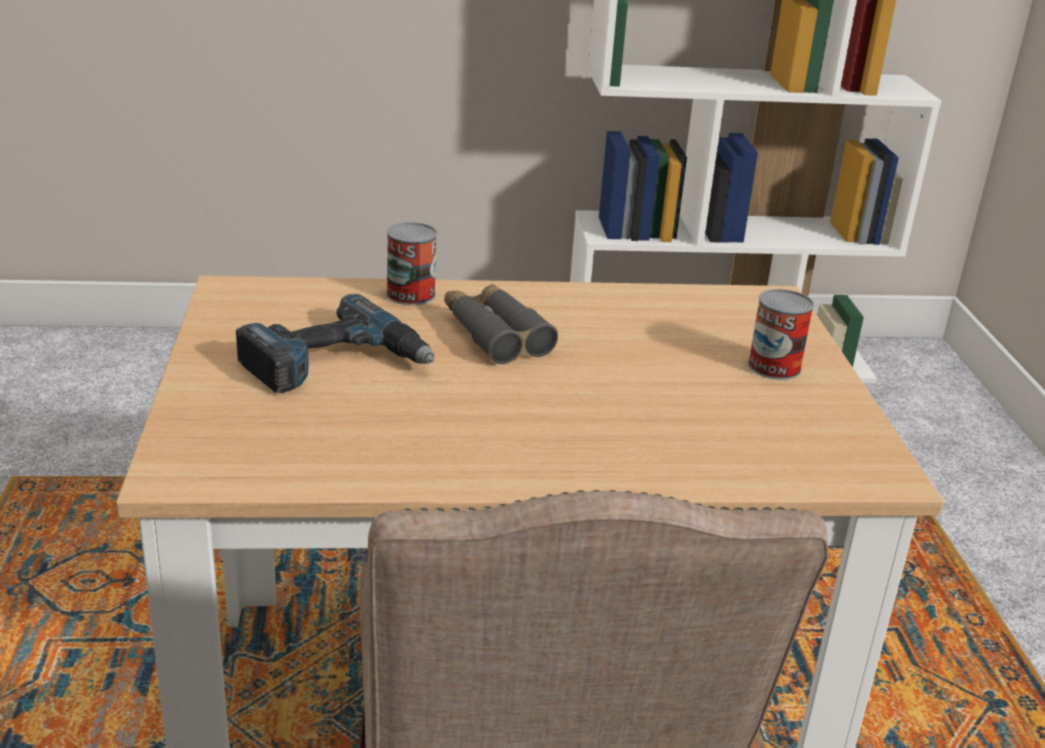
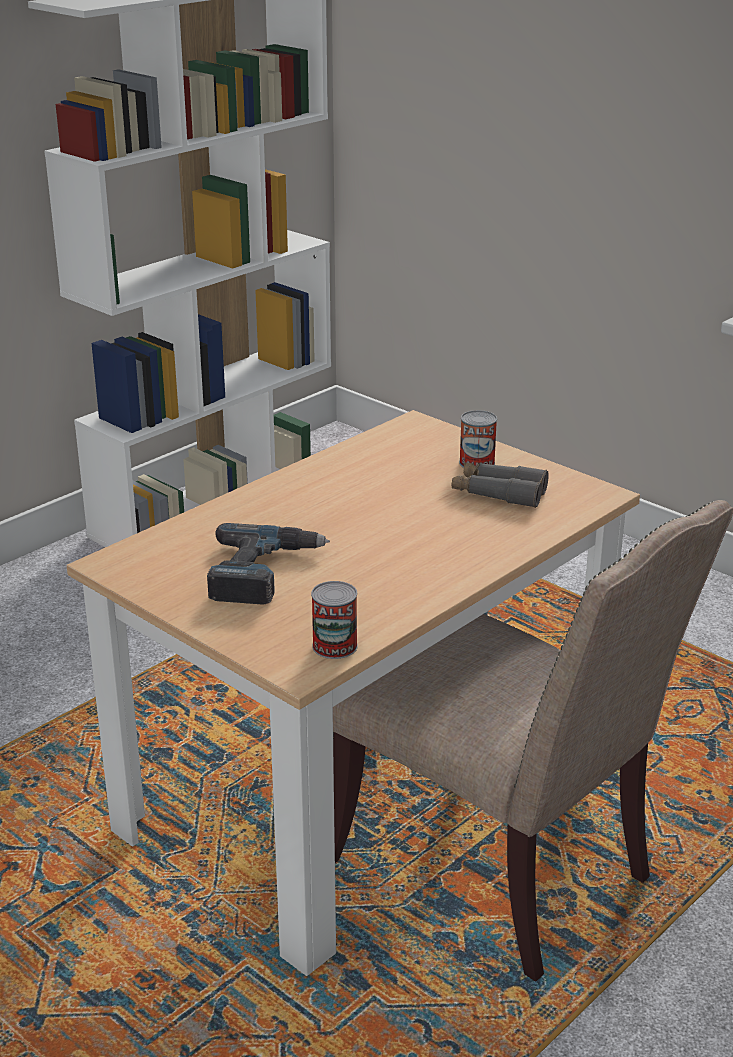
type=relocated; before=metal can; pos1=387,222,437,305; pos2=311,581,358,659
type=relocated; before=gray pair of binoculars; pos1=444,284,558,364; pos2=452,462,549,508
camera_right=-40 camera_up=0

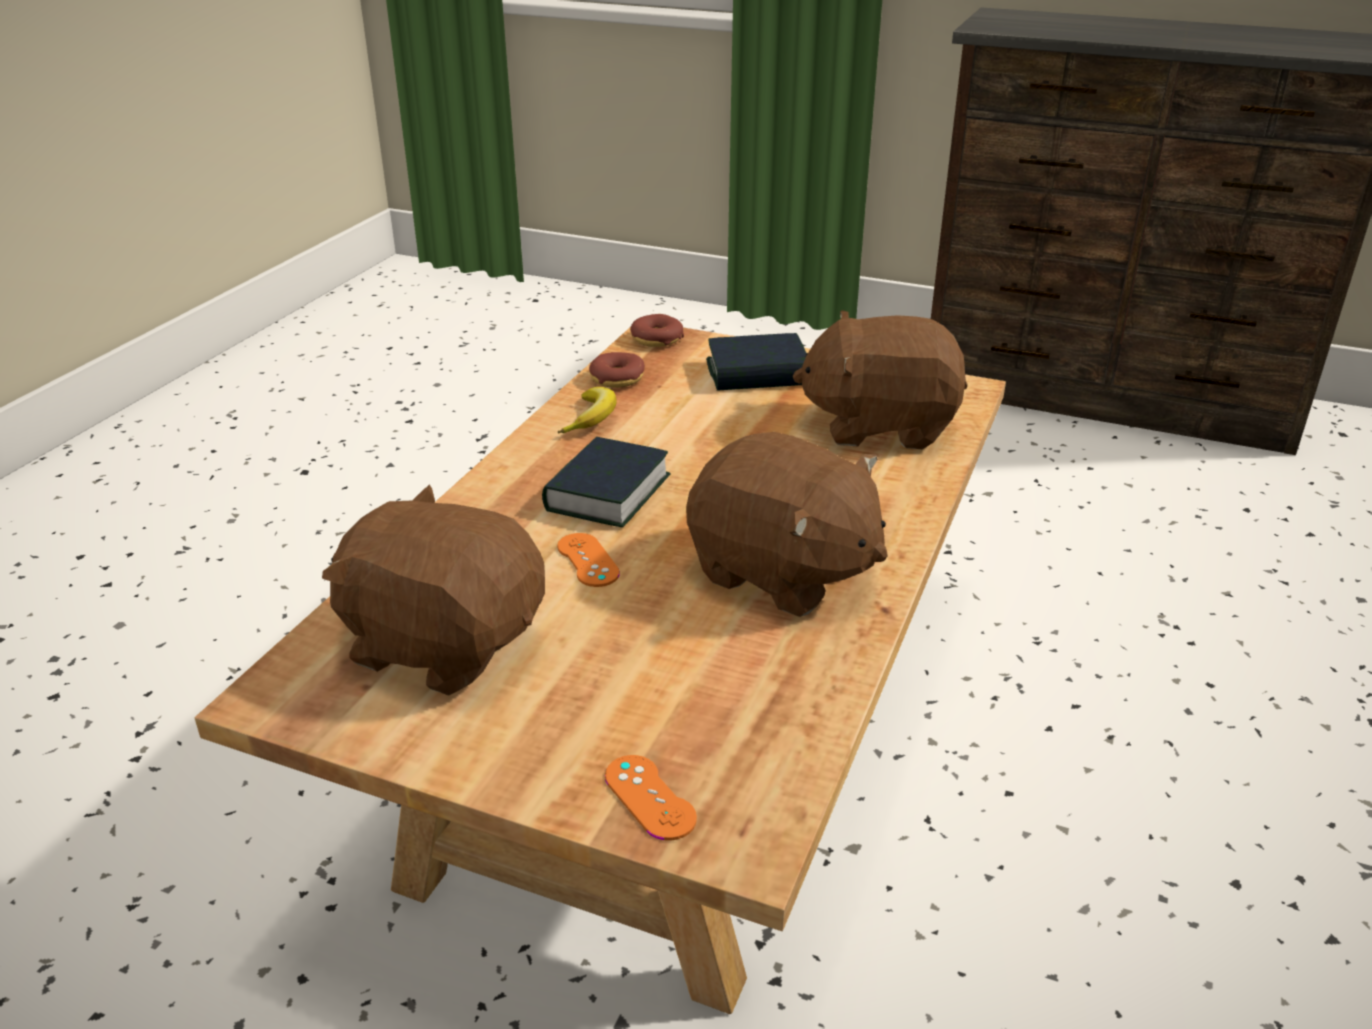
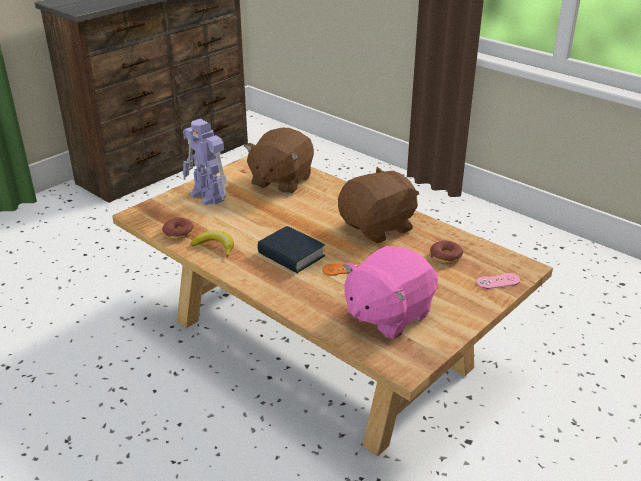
type=relocated; before=donut; pos1=630,314,684,347; pos2=430,240,463,263
type=exchanged; before=bound book; after=toy robot; pos1=706,333,807,391; pos2=183,119,229,205
type=colour; before=brown-coloured cuddly toy; after=pink-coloured cuddly toy; pos1=322,485,545,696; pos2=343,246,438,339
type=colour; before=orange joypad; after=pink-coloured joypad; pos1=605,755,697,841; pos2=476,273,520,289
camera_right=-70 camera_up=0

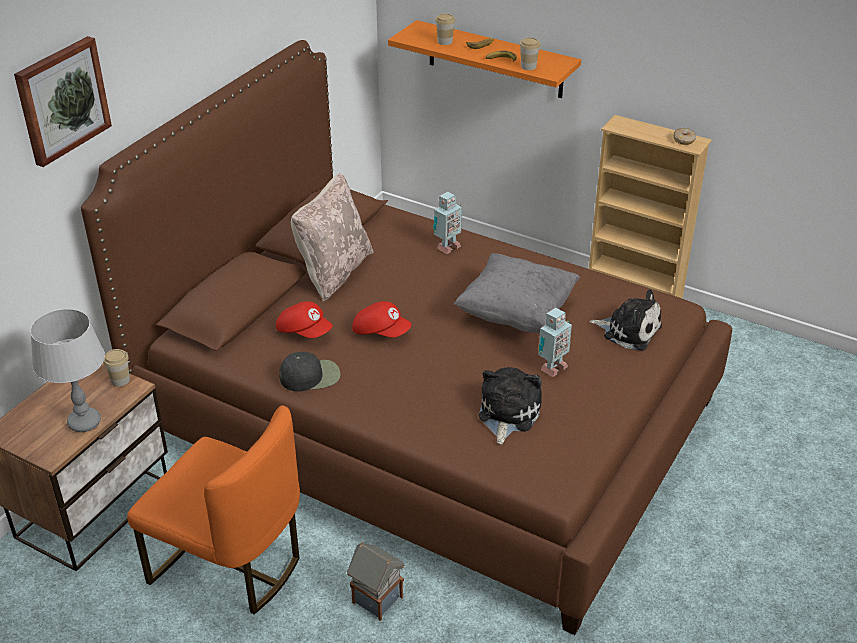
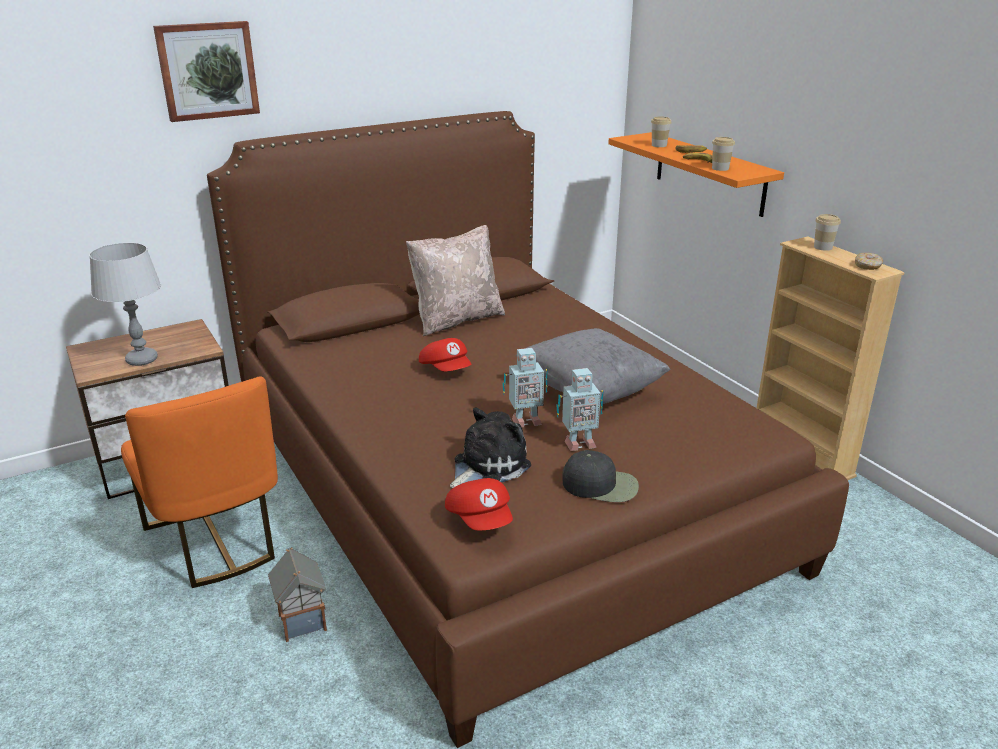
type=missing; before=cuddly toy; pos1=589,289,662,350
type=relocated; before=cup; pos1=103,349,130,386; pos2=814,214,841,251
type=relocated; before=red-coloured cap; pos1=276,301,332,338; pos2=445,478,513,530
type=relocated; before=blackish cap; pos1=279,352,341,392; pos2=562,450,639,502
type=relocated; before=toy robot; pos1=433,192,462,254; pos2=503,348,548,427
camera_right=30 camera_up=-10

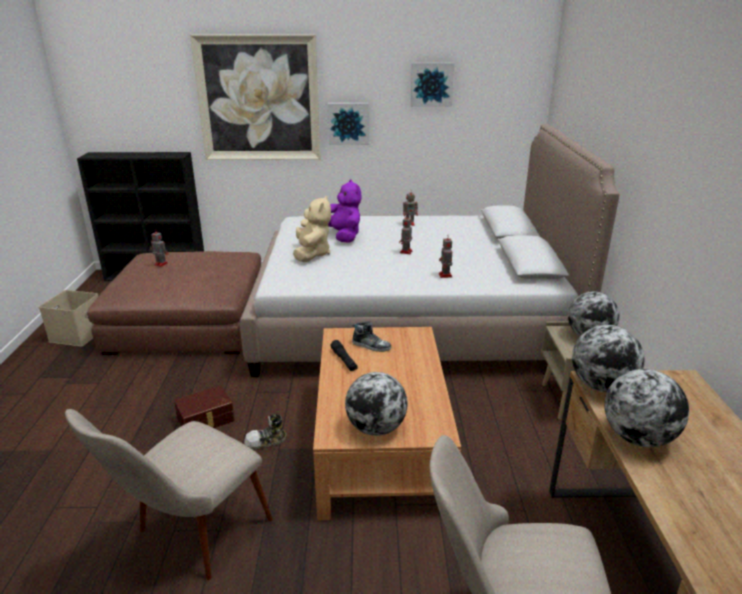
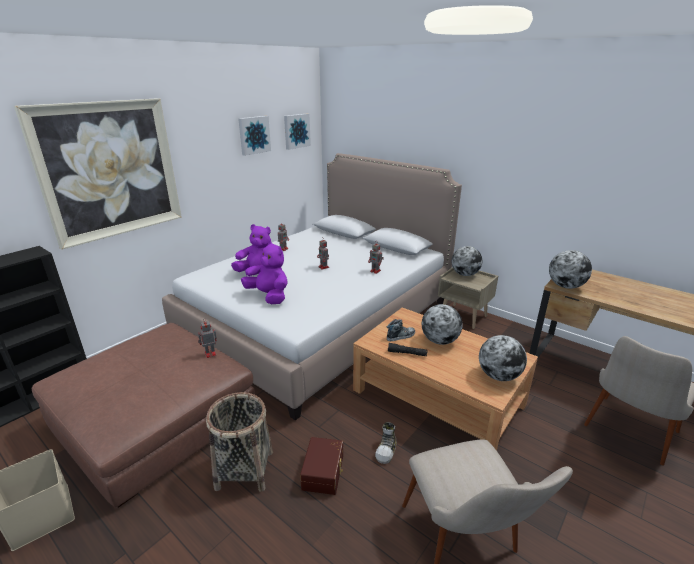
type=appeared; after=household basket; pos2=206,392,273,492
type=relocated; before=toy robot; pos1=150,230,168,267; pos2=198,320,217,358
type=relocated; before=picture; pos1=328,103,369,145; pos2=284,114,311,150
type=relocated; before=globe; pos1=604,369,689,447; pos2=422,304,463,345
type=colour; before=sand-coloured cuddly toy; after=purple cuddly toy; pos1=293,196,331,262; pos2=241,241,288,304
camera_right=-50 camera_up=0

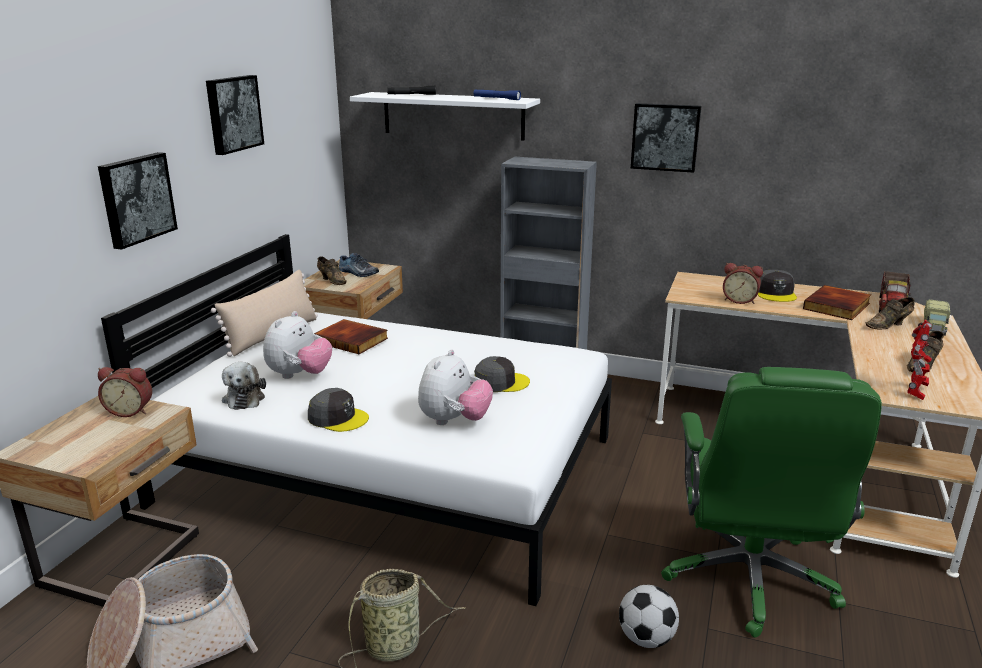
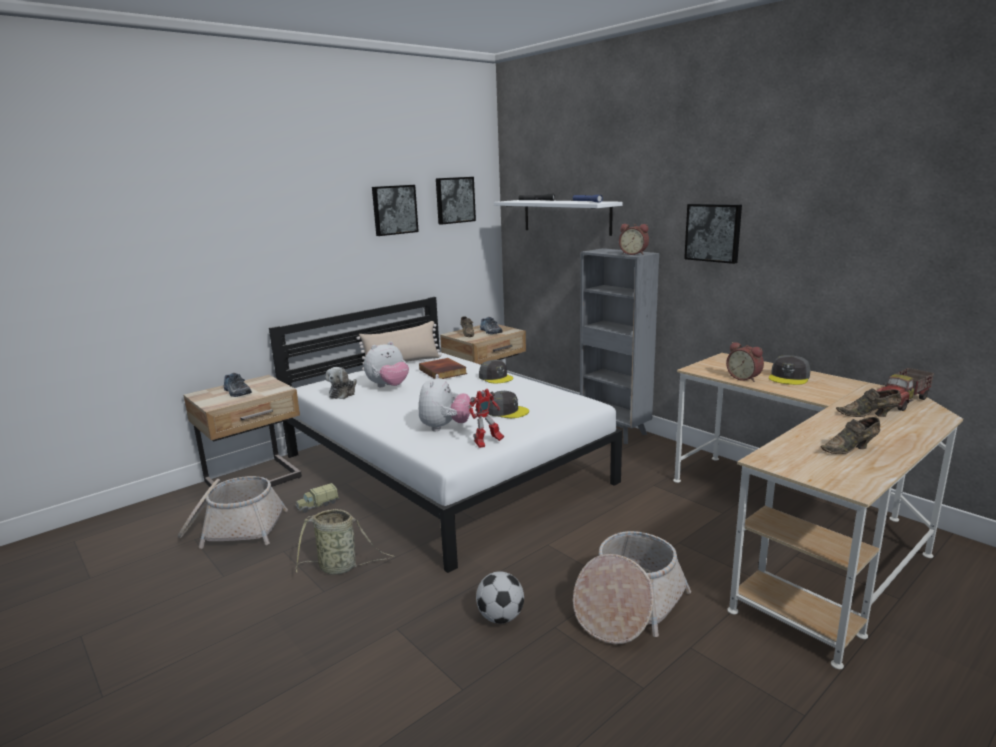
type=missing; before=bound book; pos1=803,285,871,320
type=appeared; after=shoe; pos2=223,373,252,397
type=relocated; before=picture; pos1=98,152,178,250; pos2=436,177,476,225
type=relocated; before=table clock; pos1=98,367,152,417; pos2=619,224,649,255
type=relocated; before=gray cap; pos1=308,388,369,432; pos2=479,360,513,383
type=relocated; before=toy robot; pos1=907,320,932,400; pos2=468,389,504,448
type=relocated; before=toy lorry; pos1=924,299,951,335; pos2=296,483,340,513
type=exchanged; before=green-coloured desk chair; after=household basket; pos1=661,367,882,638; pos2=573,531,691,644
type=spun; before=cuddly toy; pos1=418,349,493,425; pos2=418,374,471,431; turn=-45
camera_right=30 camera_up=-5

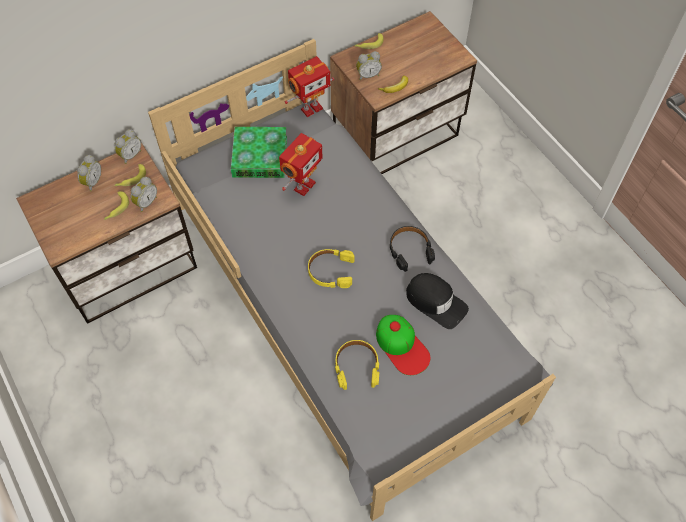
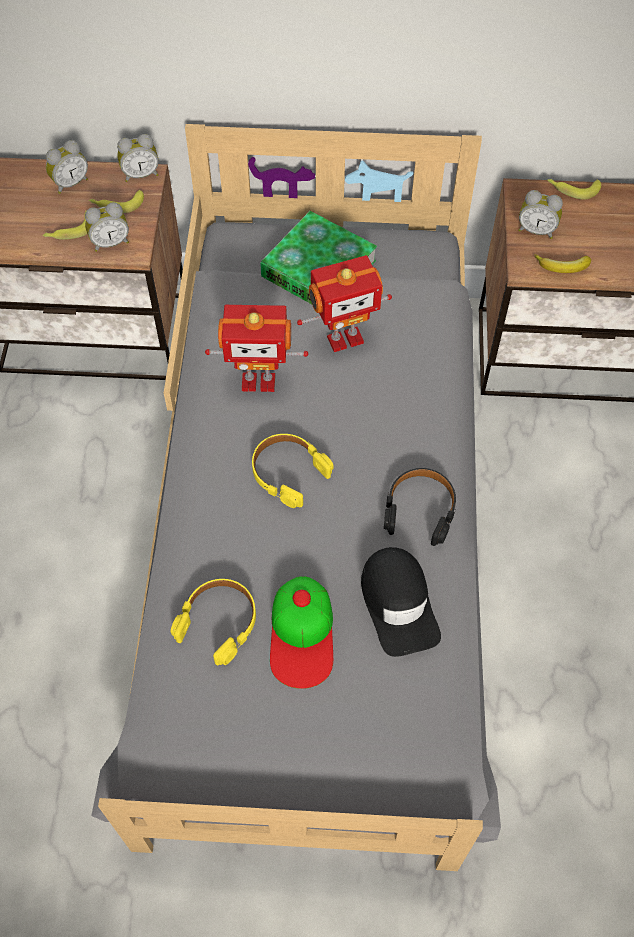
type=relocated; before=toy robot; pos1=285,56,334,117; pos2=205,305,309,392
camera_right=35 camera_up=0

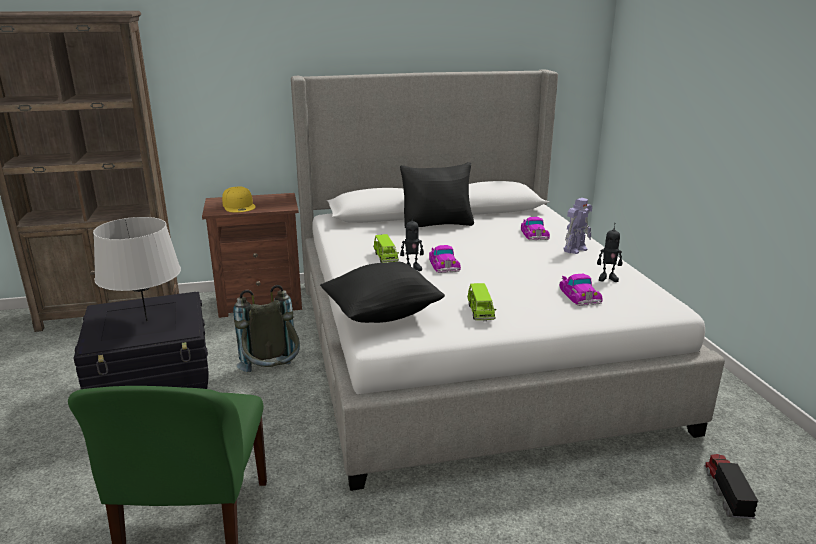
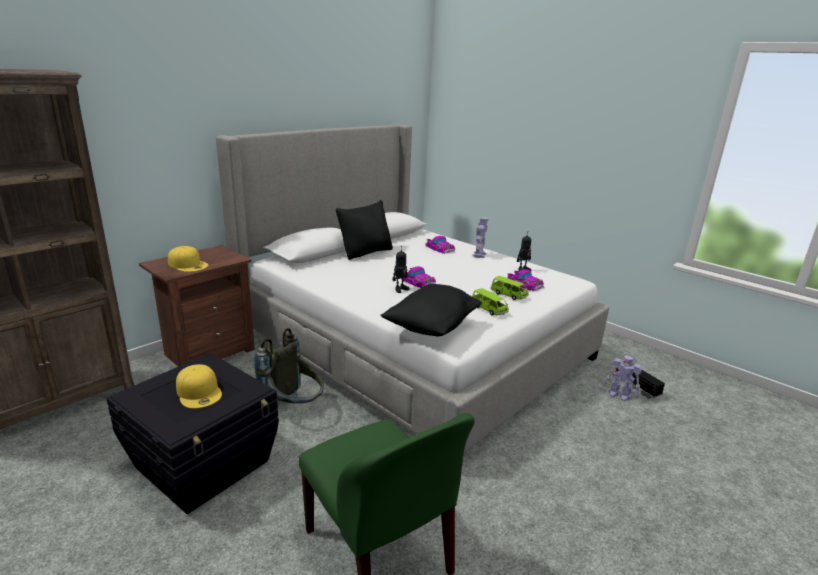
type=appeared; after=toy robot; pos2=603,355,642,401
type=relocated; before=green-coloured miniature car; pos1=373,234,399,263; pos2=491,276,529,300
type=exchanged; before=gray tabletop lamp; after=yellow cap; pos1=93,217,181,322; pos2=176,364,222,409
camera_right=-35 camera_up=0

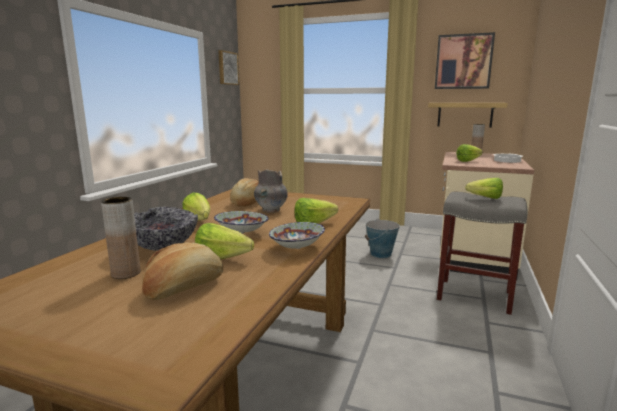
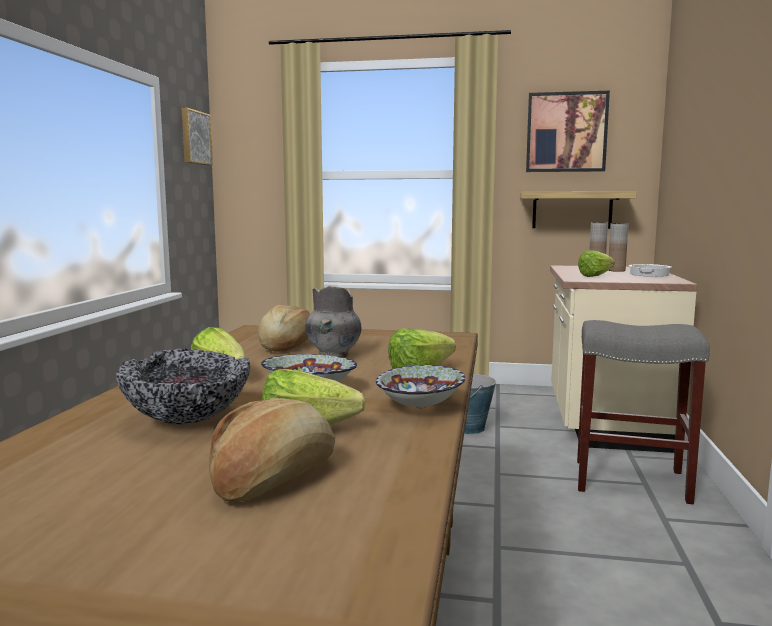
type=missing; before=head of lettuce; pos1=465,178,503,199
type=relocated; before=brown-coloured vase; pos1=101,197,140,279; pos2=608,223,628,272
camera_right=-10 camera_up=-5

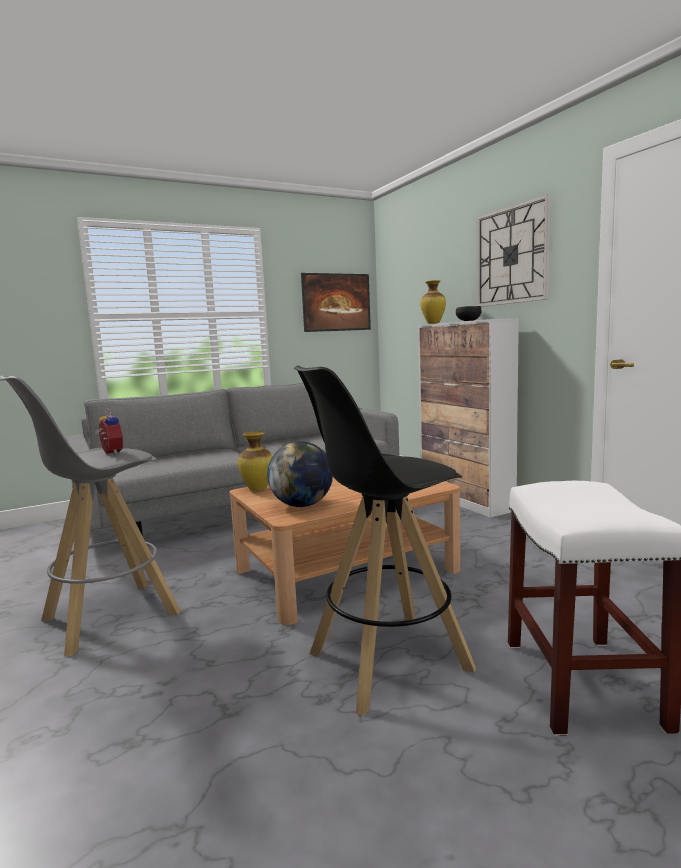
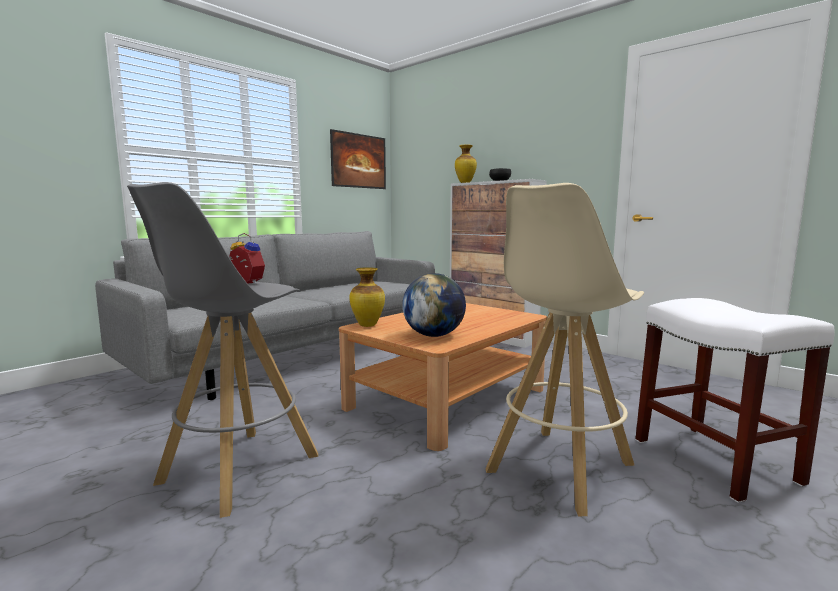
type=missing; before=clock on the wall; pos1=476,194,551,307
type=colour; before=blackish stool seat; after=sand-coloured stool seat; pos1=294,366,476,715; pos2=486,183,644,516
camera_right=-20 camera_up=0

